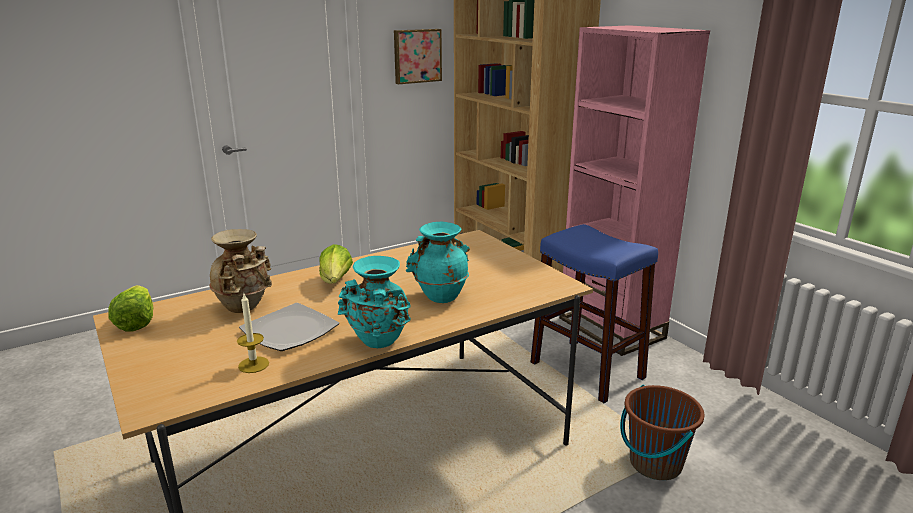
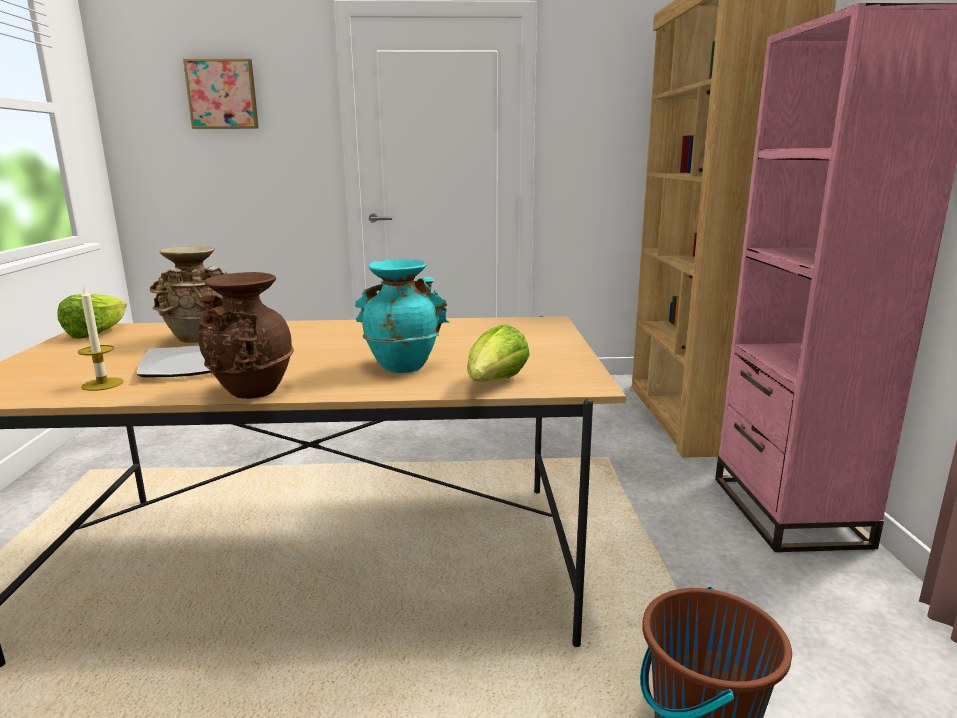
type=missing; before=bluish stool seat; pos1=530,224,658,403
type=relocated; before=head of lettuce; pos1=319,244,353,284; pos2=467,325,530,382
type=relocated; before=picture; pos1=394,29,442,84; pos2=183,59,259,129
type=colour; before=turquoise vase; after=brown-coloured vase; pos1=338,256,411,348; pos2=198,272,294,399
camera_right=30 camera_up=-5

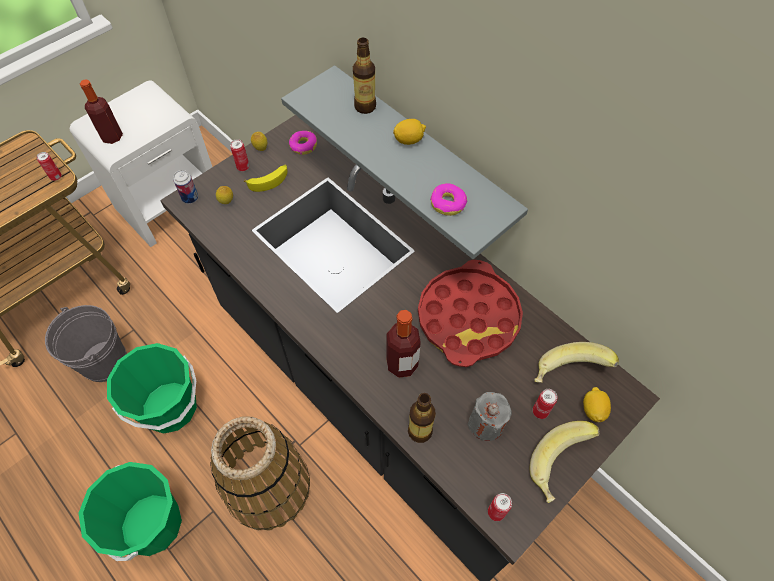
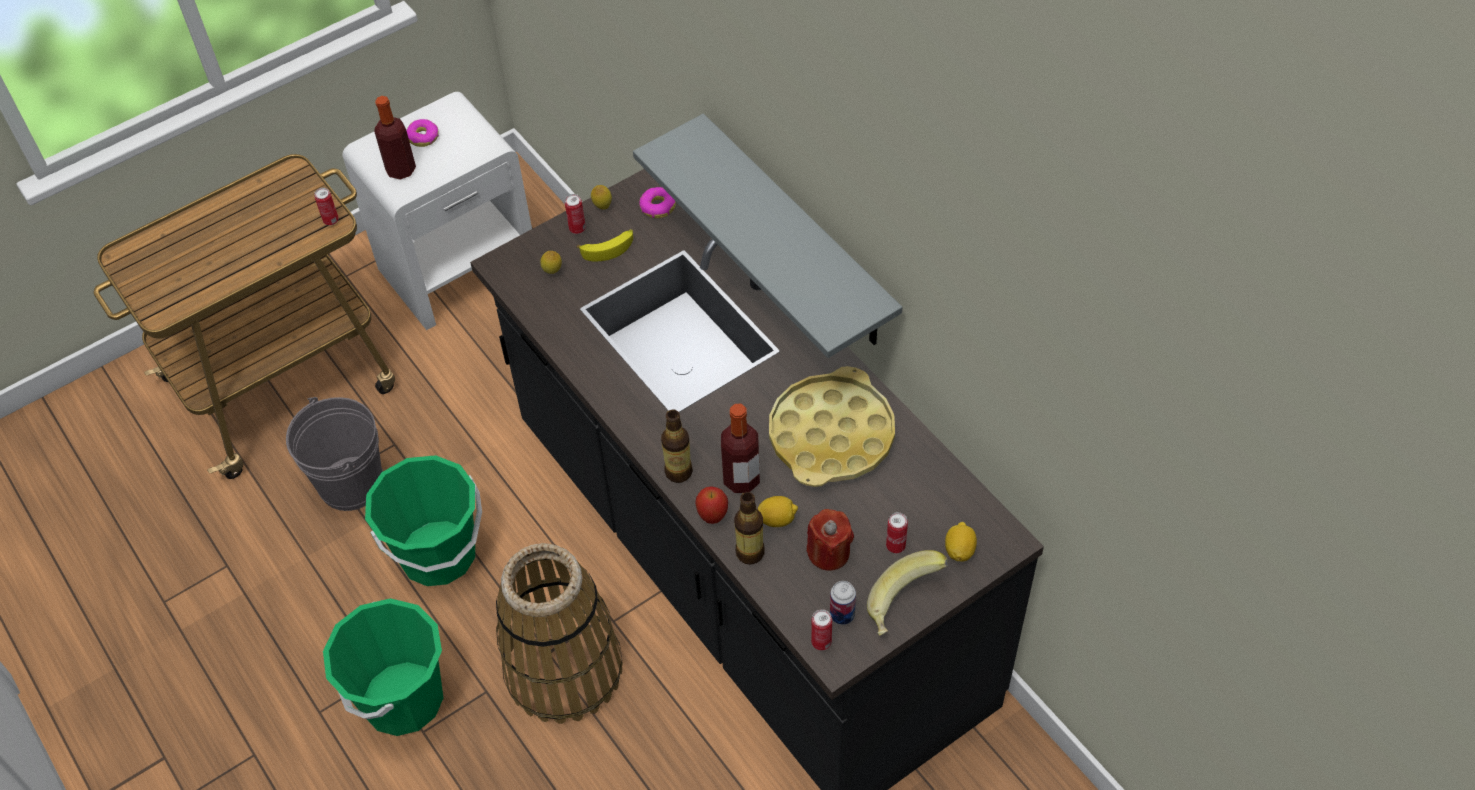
type=missing; before=banana fruit; pos1=534,342,619,383
type=appeared; after=whole apple; pos2=695,486,728,524
type=relocated; before=metal can; pos1=173,170,198,204; pos2=830,581,856,625
type=relocated; before=drink bottle; pos1=353,38,376,114; pos2=661,409,693,483
type=relocated; before=lemon; pos1=393,119,426,145; pos2=757,496,798,527
type=relocated; before=donut; pos1=430,183,467,216; pos2=406,119,439,147
type=colour; before=red-coloured tray; after=yellow tray; pos1=418,260,523,367; pos2=769,366,895,487
type=colour; before=gray wax candle; after=red-coloured wax candle; pos1=468,392,512,441; pos2=807,509,854,571
camera_right=10 camera_up=-5

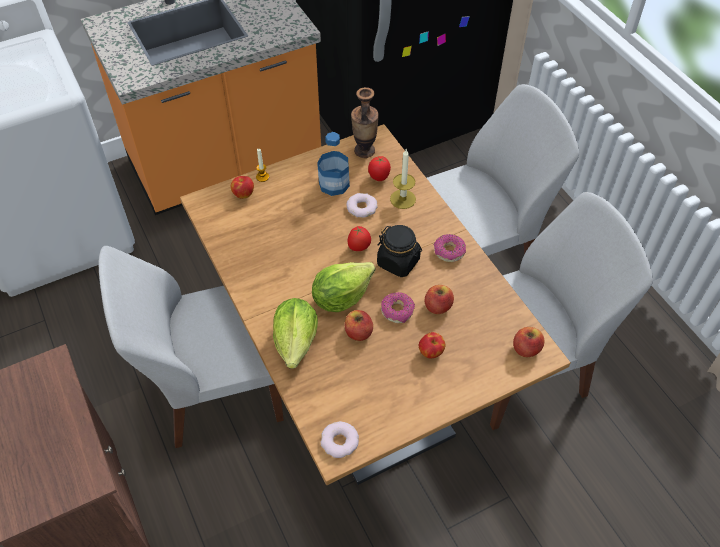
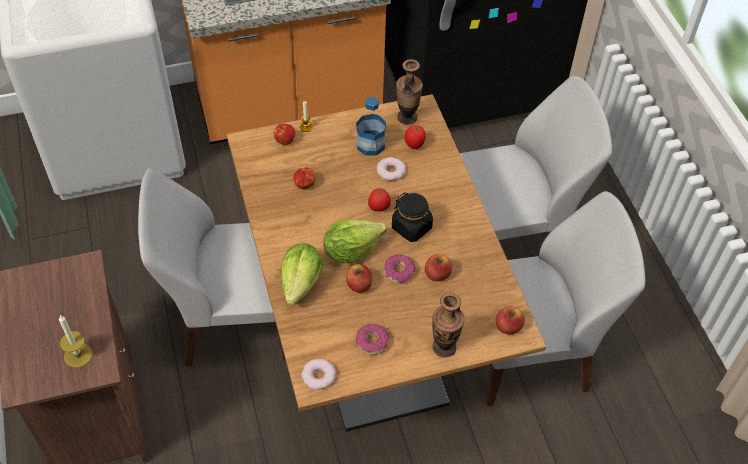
type=appeared; after=vase; pos2=432,293,465,358
type=relocated; before=wax candle; pos1=390,149,416,209; pos2=59,315,93,368
type=relocated; before=whole apple; pos1=419,332,445,358; pos2=293,168,316,189
type=relocated; before=donut; pos1=434,234,466,262; pos2=356,324,389,355
camera_right=10 camera_up=0

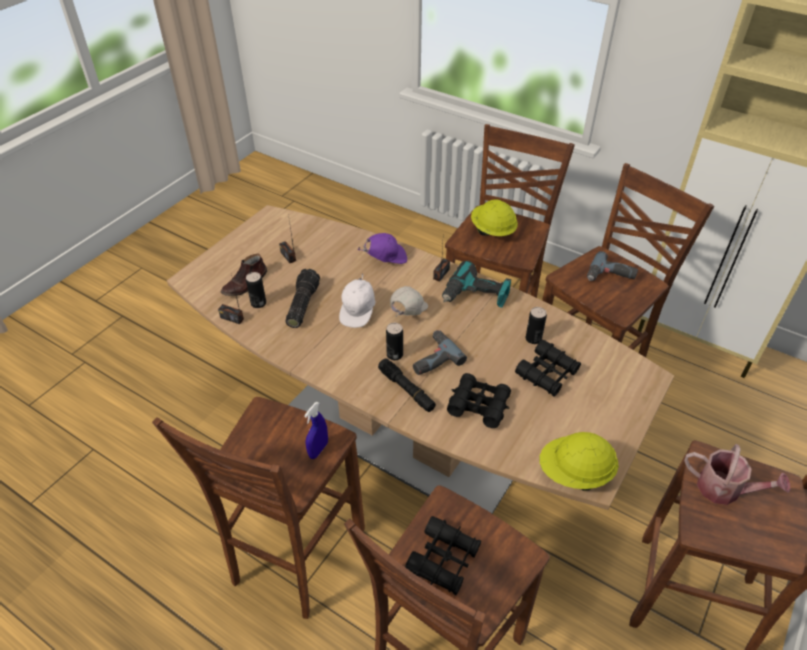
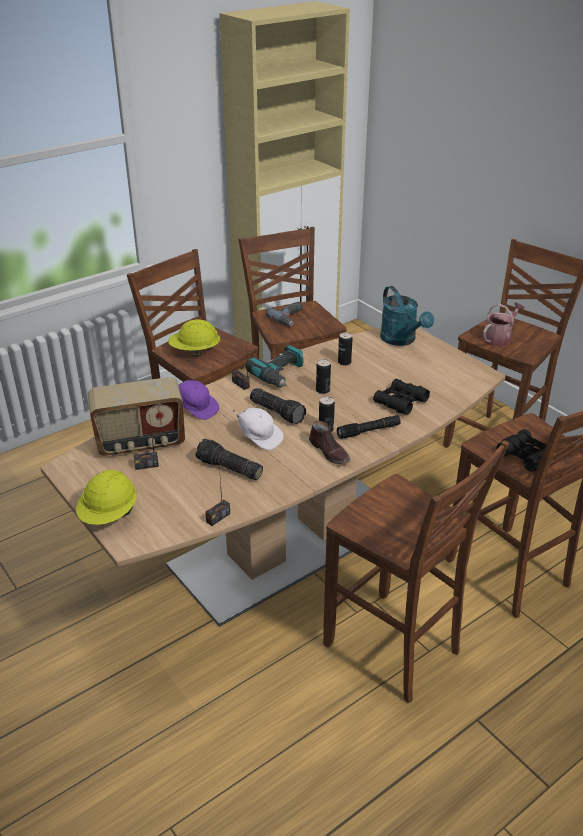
type=missing; before=bluish hand sprayer; pos1=304,402,328,459
type=missing; before=power drill; pos1=413,330,467,375
type=missing; before=blackish pair of binoculars; pos1=515,340,581,397
type=appeared; after=radio receiver; pos2=88,377,185,456
type=appeared; after=turquoise sprinkling can; pos2=380,286,434,346
type=relocated; before=brown-coloured shoe; pos1=221,253,267,296; pos2=309,421,350,464
type=relocated; before=metal can; pos1=246,272,266,308; pos2=316,359,331,394
type=relocated; before=yellow hard hat; pos1=540,432,619,491; pos2=76,470,137,525
type=exchanged; before=white cap; after=hand torch; pos1=390,286,428,317; pos2=250,388,306,424
type=spun; before=purple cap; pos1=358,233,407,264; pos2=178,380,219,420; turn=120
camera_right=-70 camera_up=-10

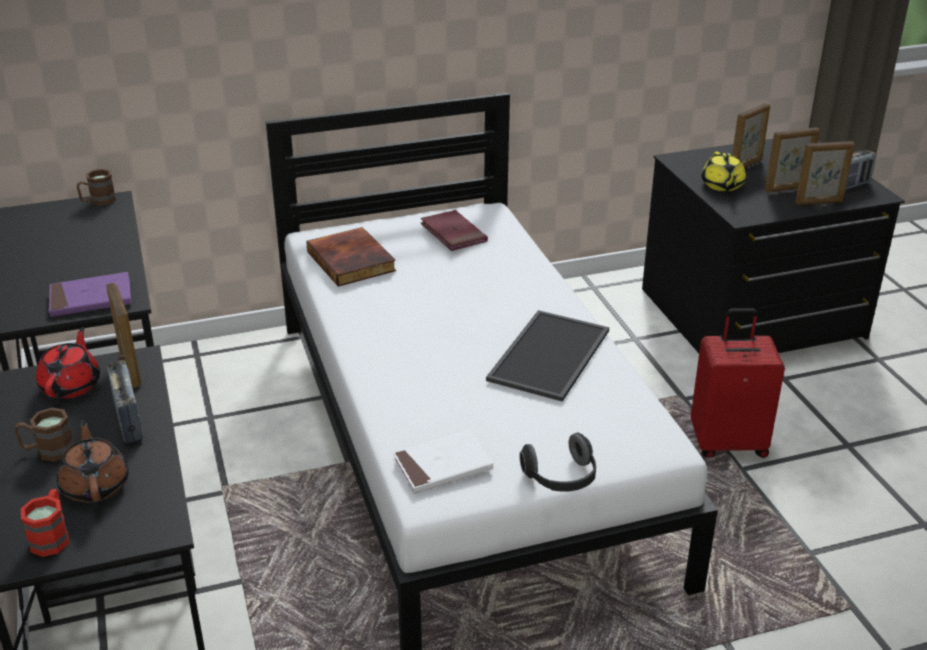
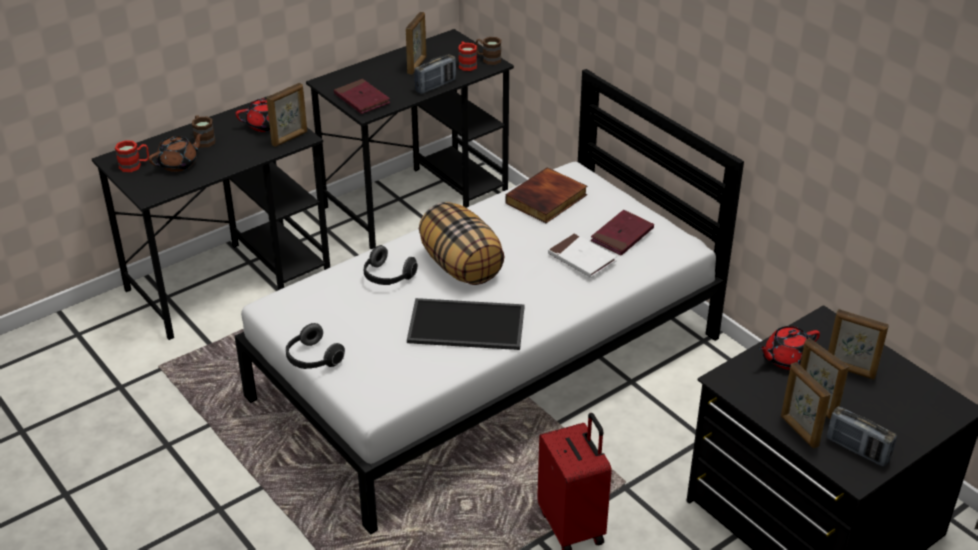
type=appeared; after=headphones; pos2=364,245,418,285
type=appeared; after=standing frame; pos2=406,12,426,75
type=appeared; after=cushion; pos2=419,202,504,285
type=appeared; after=red-coloured tea mug; pos2=458,42,477,71
type=relocated; before=radio receiver; pos1=107,360,143,443; pos2=414,54,456,94
type=relocated; before=white bound book; pos1=393,430,493,494; pos2=548,233,617,278
type=colour; before=purple bound book; after=red-coloured bound book; pos1=49,272,131,317; pos2=334,79,391,114
type=colour; before=yellow tea pot; after=red-coloured tea pot; pos1=702,152,746,191; pos2=758,326,820,370
camera_right=70 camera_up=5

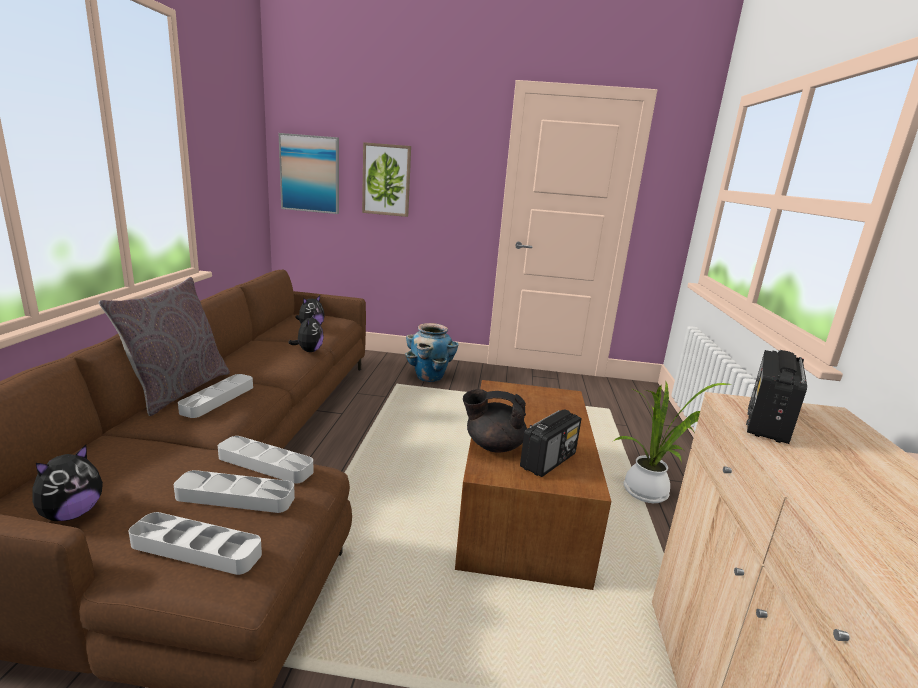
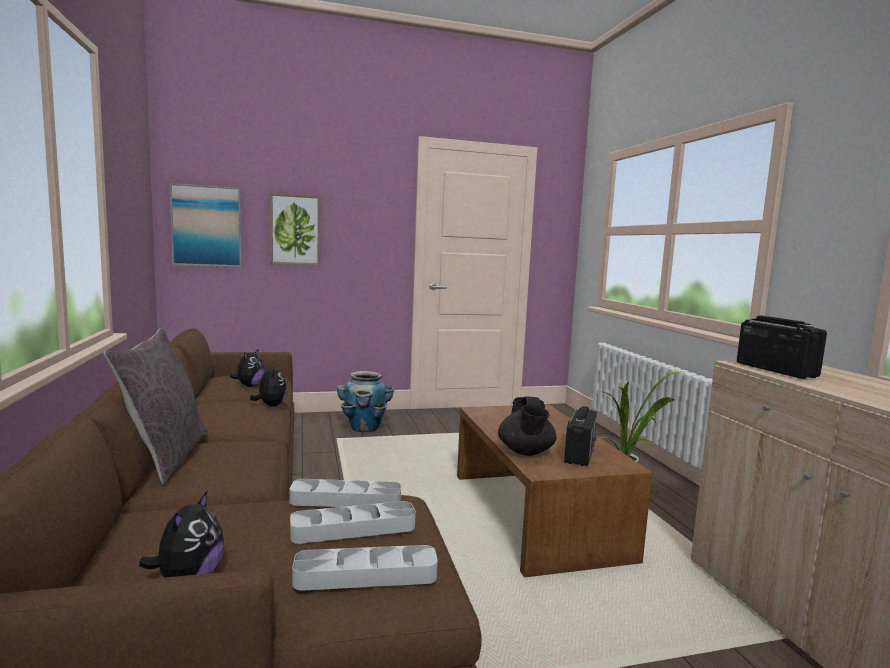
type=missing; before=gray tray; pos1=178,374,253,418
type=spun; before=blackish tea pot; pos1=463,389,527,453; pos2=498,396,556,456; turn=-75
type=spun; before=radio receiver; pos1=746,350,807,444; pos2=737,315,827,379; turn=150
camera_right=-20 camera_up=-10

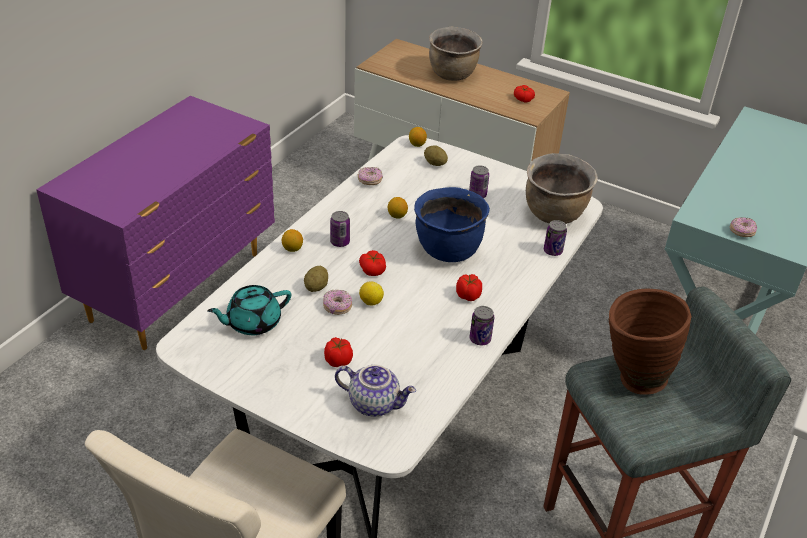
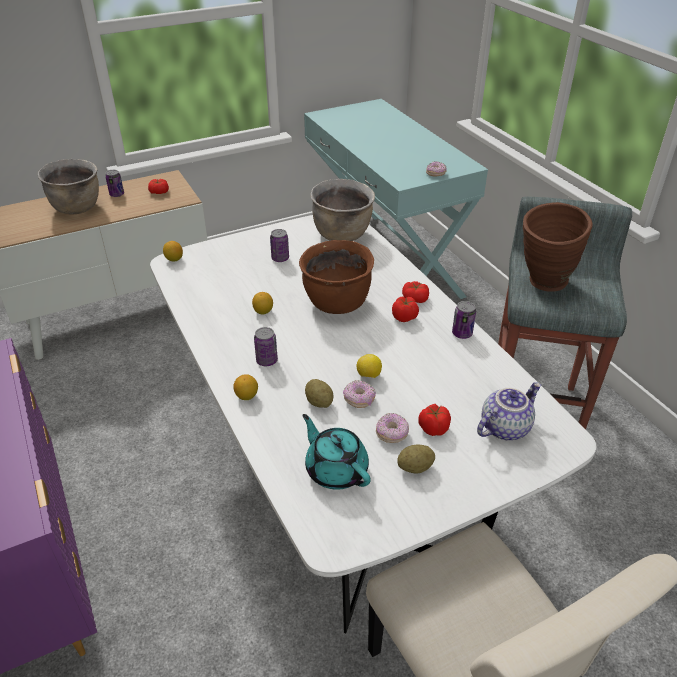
type=relocated; before=donut; pos1=358,167,383,185; pos2=376,413,409,443
type=relocated; before=tomato; pos1=359,250,386,276; pos2=402,281,429,303
type=relocated; before=potato; pos1=424,145,448,166; pos2=397,444,435,474
type=relocated; before=metal can; pos1=544,220,567,256; pos2=105,170,124,197
type=colour; before=bluish stockpot; after=brown-coloured stockpot; pos1=414,187,490,262; pos2=299,240,374,314
type=spun; before=turquoise tea pot; pos1=207,285,291,335; pos2=303,414,371,490; turn=135
camera_right=-55 camera_up=0

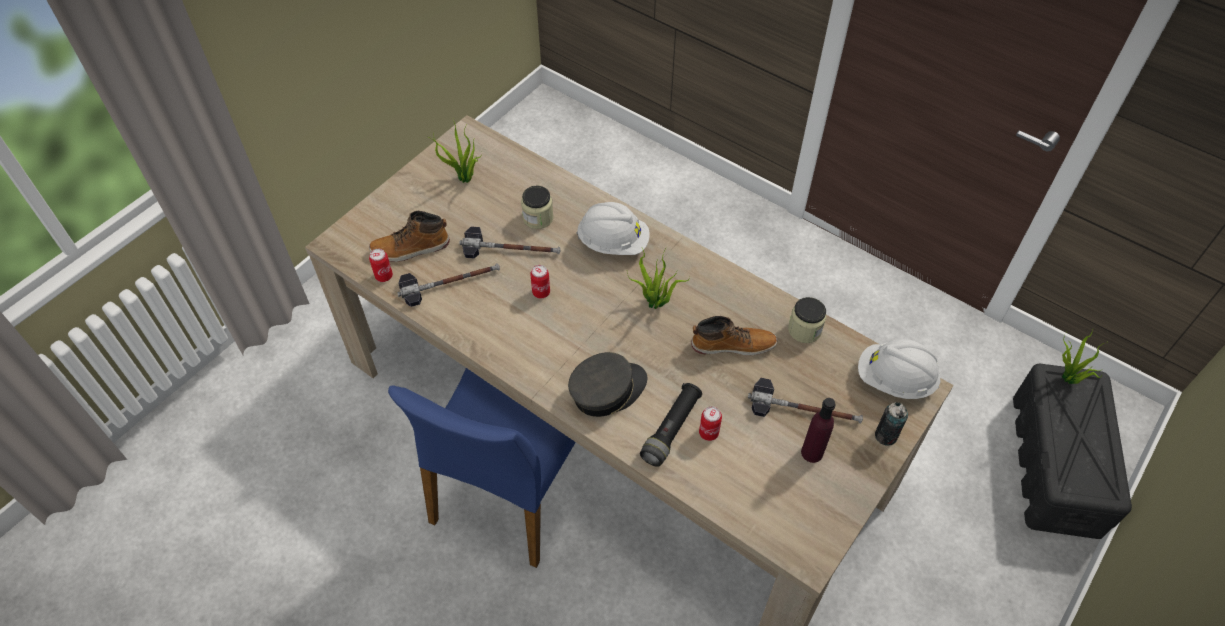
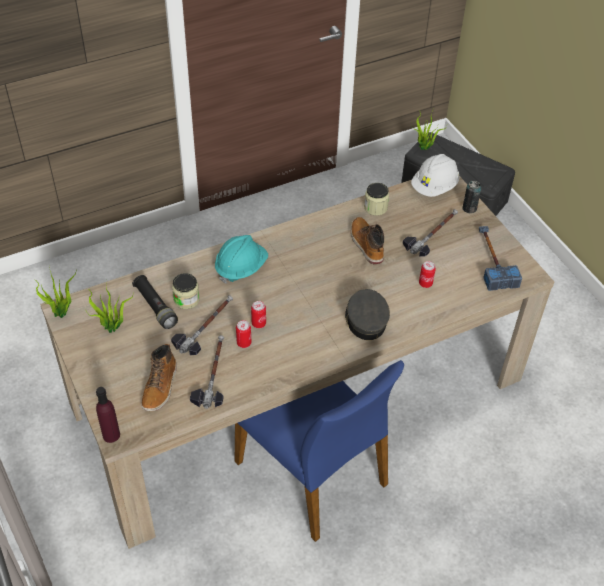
type=appeared; after=tool hammer; pos2=479,226,522,291
type=relocated; before=metal can; pos1=369,249,393,282; pos2=236,320,251,348
type=relocated; before=potted plant; pos1=627,248,690,309; pos2=35,267,76,318
type=relocated; before=blackish hand torch; pos1=640,383,702,467; pos2=132,275,178,329
type=relocated; before=purple drink bottle; pos1=801,398,836,463; pos2=96,387,120,443
type=colour; before=white hard hat; after=turquoise hard hat; pos1=576,202,650,255; pos2=215,235,268,284
type=spun; before=high-top boot; pos1=691,316,777,355; pos2=351,217,384,264; turn=-45
camera_right=-65 camera_up=-5

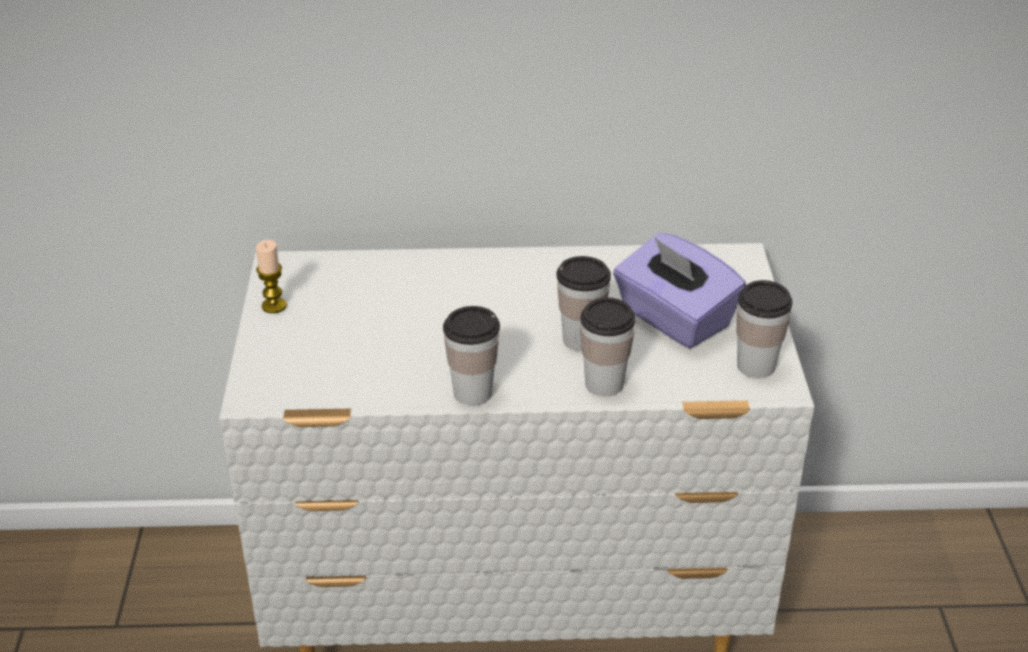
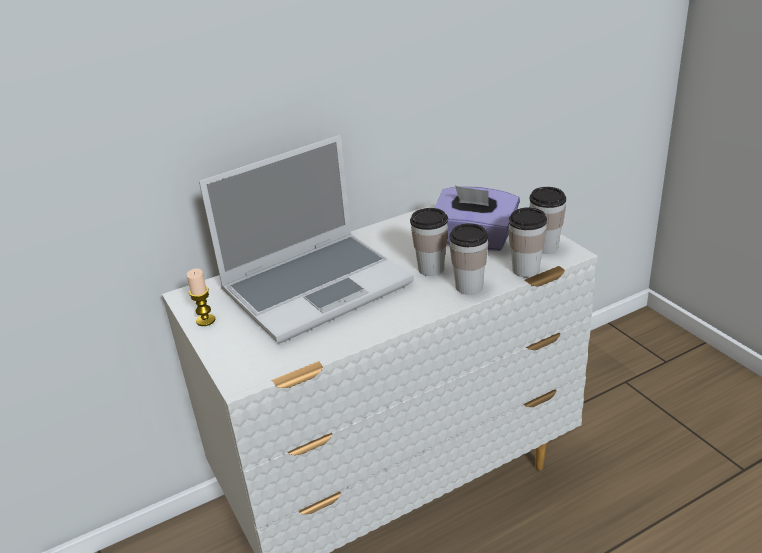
type=appeared; after=laptop; pos2=199,135,414,343
type=relocated; before=cup; pos1=443,306,500,406; pos2=508,207,547,277
camera_right=-25 camera_up=-5

